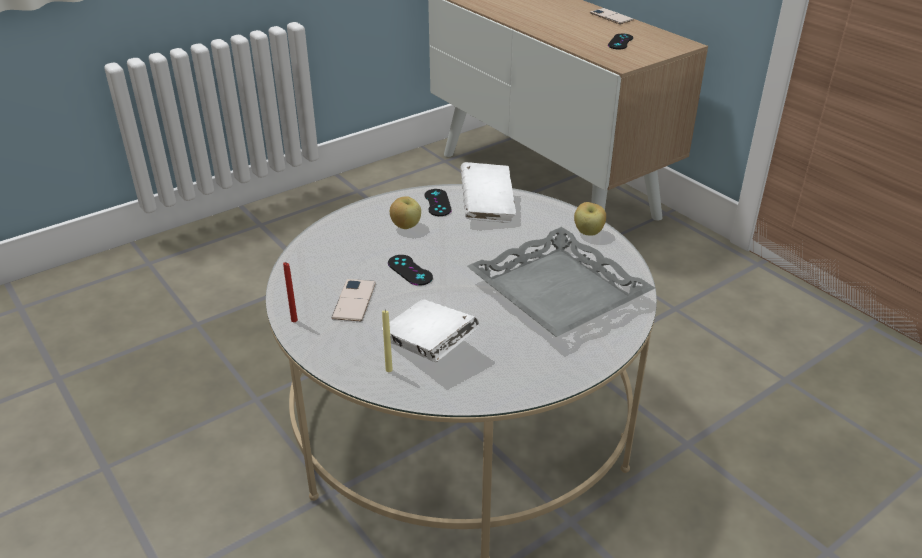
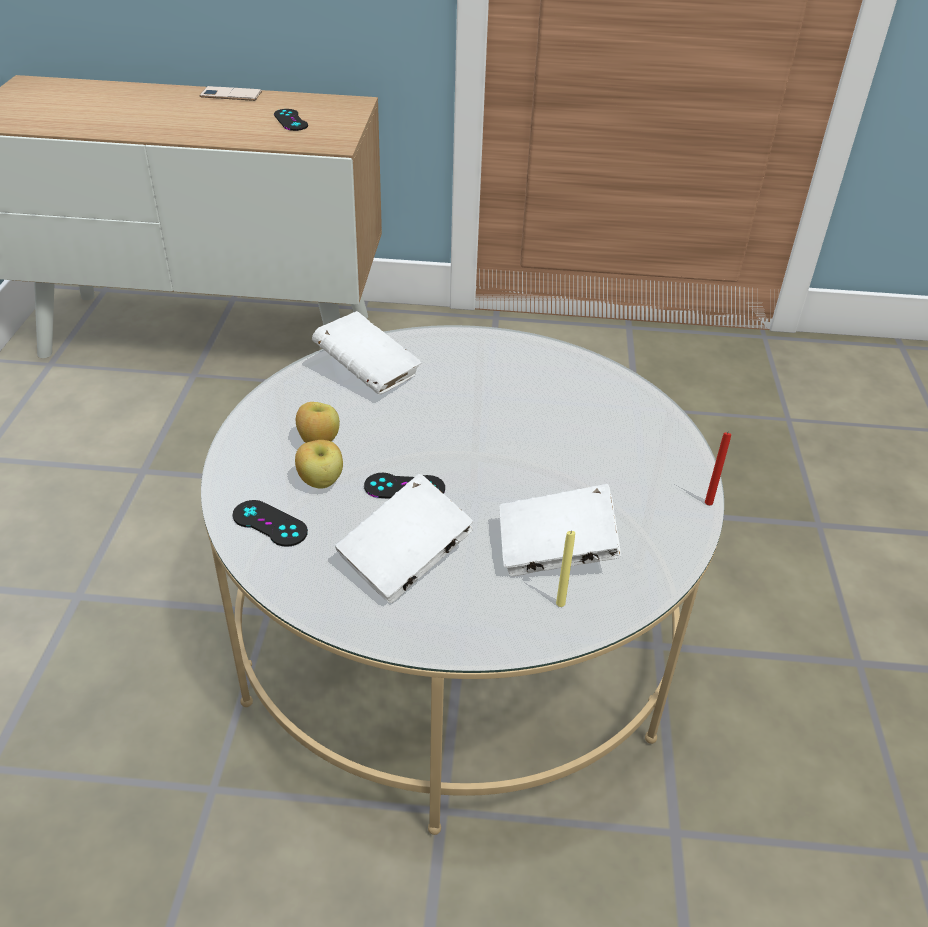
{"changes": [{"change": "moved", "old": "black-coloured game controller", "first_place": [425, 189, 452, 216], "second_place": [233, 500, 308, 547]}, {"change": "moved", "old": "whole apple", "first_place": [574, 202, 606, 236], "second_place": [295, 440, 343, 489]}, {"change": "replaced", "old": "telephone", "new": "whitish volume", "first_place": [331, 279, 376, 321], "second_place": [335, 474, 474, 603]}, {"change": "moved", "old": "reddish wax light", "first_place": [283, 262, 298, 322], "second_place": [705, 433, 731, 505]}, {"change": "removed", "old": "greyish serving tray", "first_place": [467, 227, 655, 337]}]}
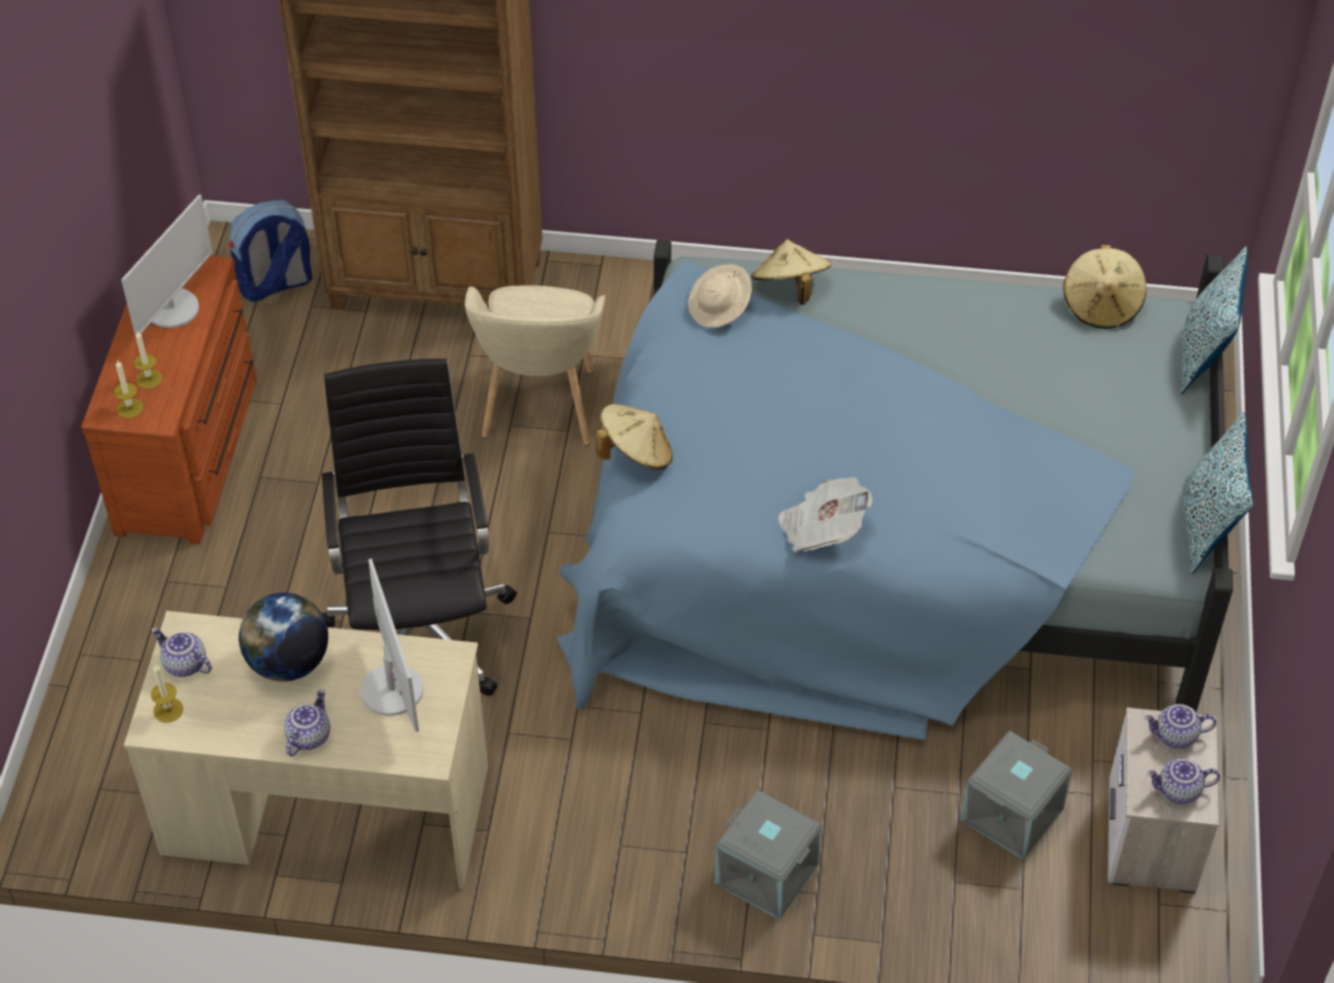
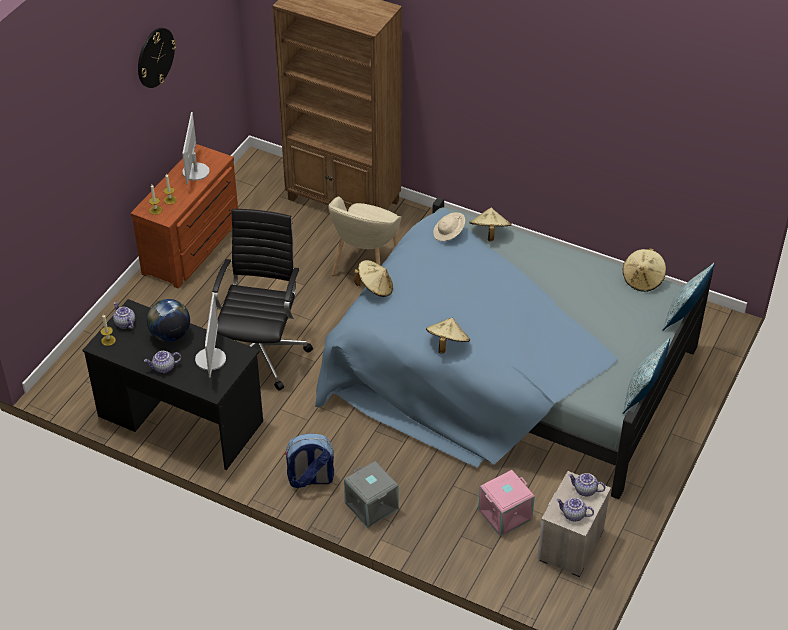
{"changes": [{"change": "recoloured", "old": "beige desk table", "new": "black-coloured desk table", "first_place": [124, 611, 488, 889], "second_place": [82, 299, 263, 470]}, {"change": "added", "new": "clock on the wall", "second_place": [138, 28, 176, 88]}, {"change": "turned", "old": "teapot", "first_place": [284, 689, 330, 756], "second_place": [144, 351, 181, 373], "degrees": -150}, {"change": "turned", "old": "monitor", "first_place": [121, 195, 213, 337], "second_place": [182, 112, 210, 184], "degrees": 135}, {"change": "moved", "old": "rucksack", "first_place": [229, 200, 312, 302], "second_place": [285, 433, 334, 488]}, {"change": "replaced", "old": "daily paper", "new": "beige clothing hat", "first_place": [778, 477, 873, 552], "second_place": [426, 318, 470, 354]}, {"change": "recoloured", "old": "greyish storage bin", "new": "pink-coloured storage bin", "first_place": [961, 730, 1073, 860], "second_place": [478, 470, 535, 537]}]}
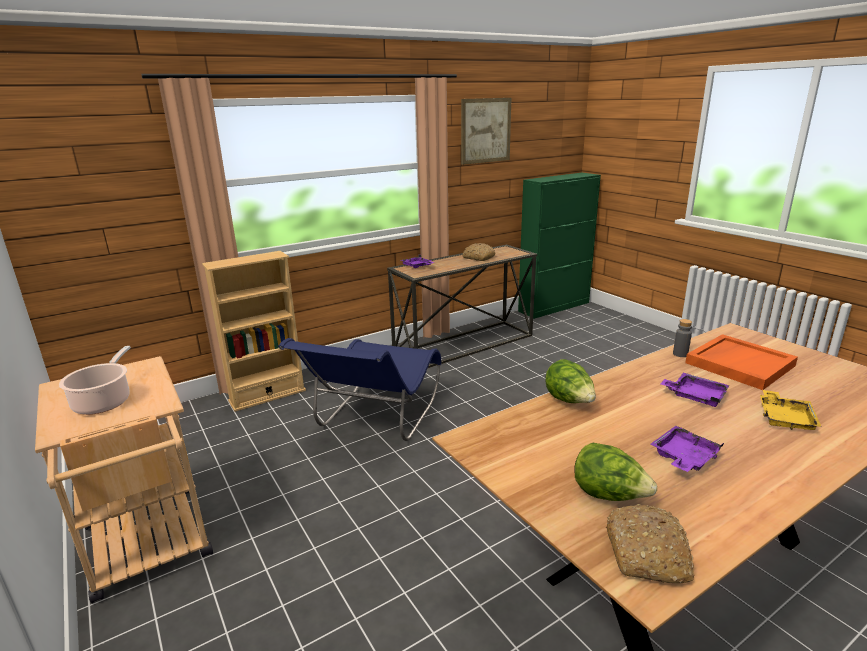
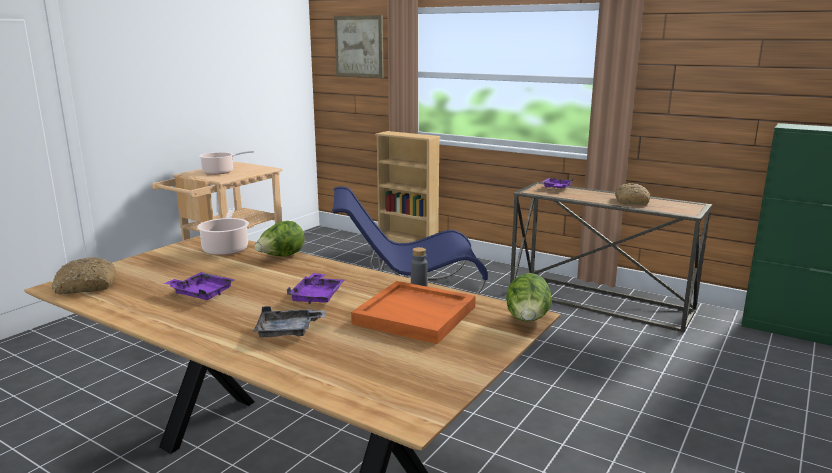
{"changes": [{"change": "added", "new": "stockpot", "second_place": [197, 208, 249, 255]}, {"change": "recoloured", "old": "yellow serving tray", "new": "greyish serving tray", "first_place": [760, 390, 821, 430], "second_place": [253, 306, 326, 337]}, {"change": "moved", "old": "wall art", "first_place": [461, 98, 511, 165], "second_place": [334, 15, 384, 78]}, {"change": "moved", "old": "lettuce head", "first_place": [574, 443, 657, 501], "second_place": [506, 273, 552, 321]}]}
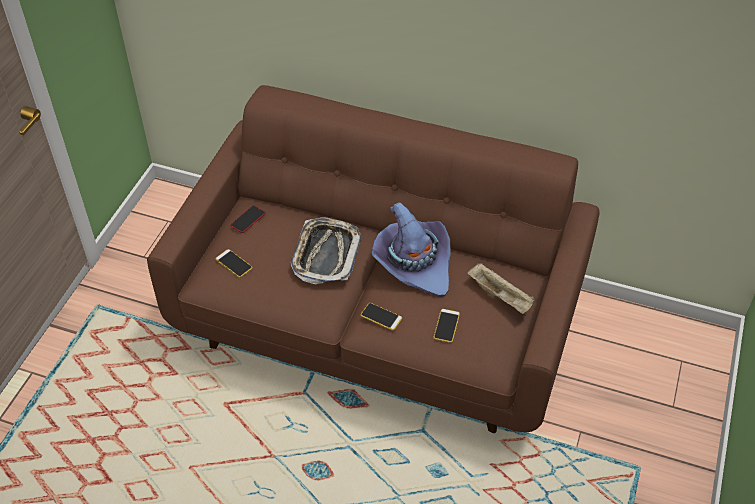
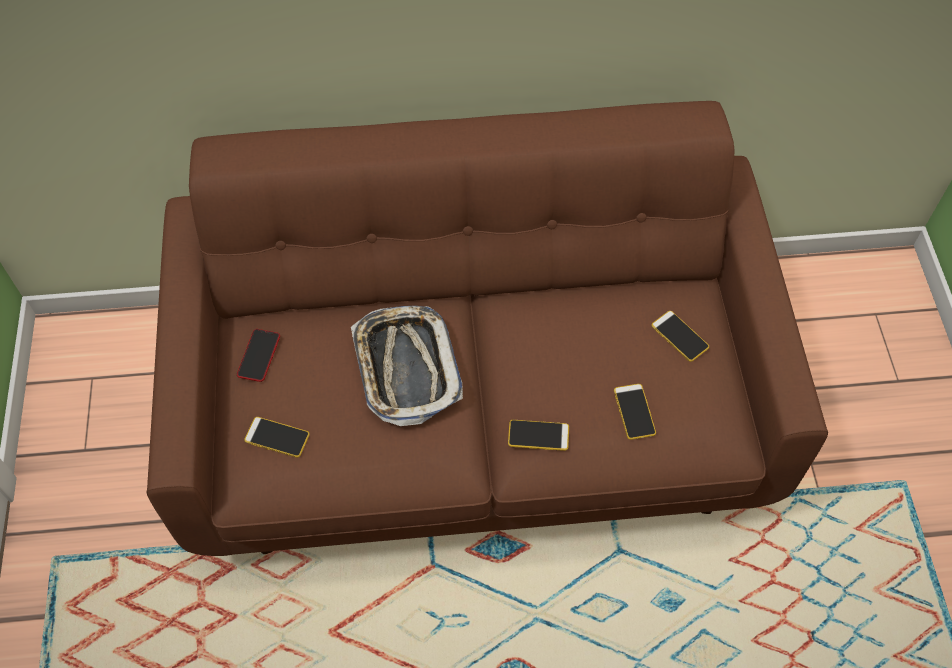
{"changes": [{"change": "replaced", "old": "beige serving tray", "new": "telephone", "first_place": [467, 263, 534, 314], "second_place": [652, 311, 709, 362]}, {"change": "removed", "old": "purple clothing hat", "first_place": [371, 202, 451, 297]}]}
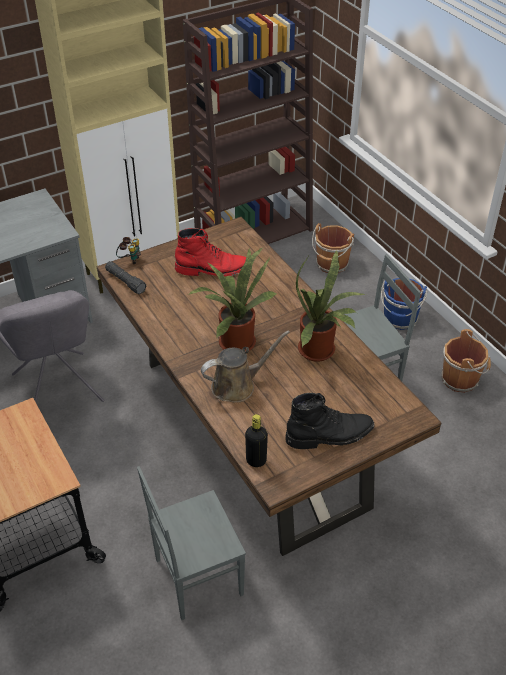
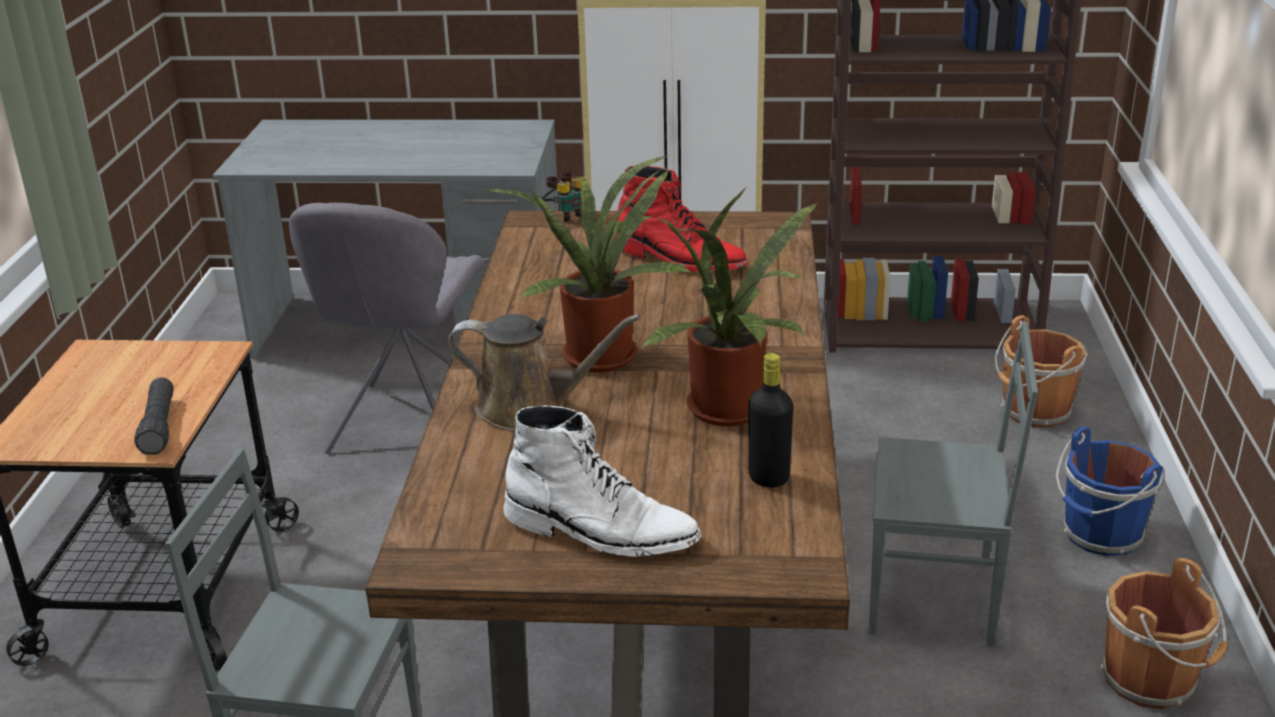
{"changes": [{"change": "moved", "old": "black-coloured flashlight", "first_place": [105, 261, 147, 294], "second_place": [134, 378, 174, 455]}, {"change": "recoloured", "old": "black-coloured high-top boot", "new": "whitish high-top boot", "first_place": [285, 393, 375, 449], "second_place": [503, 405, 702, 557]}, {"change": "moved", "old": "black-coloured bottle", "first_place": [245, 414, 268, 467], "second_place": [749, 353, 793, 487]}]}
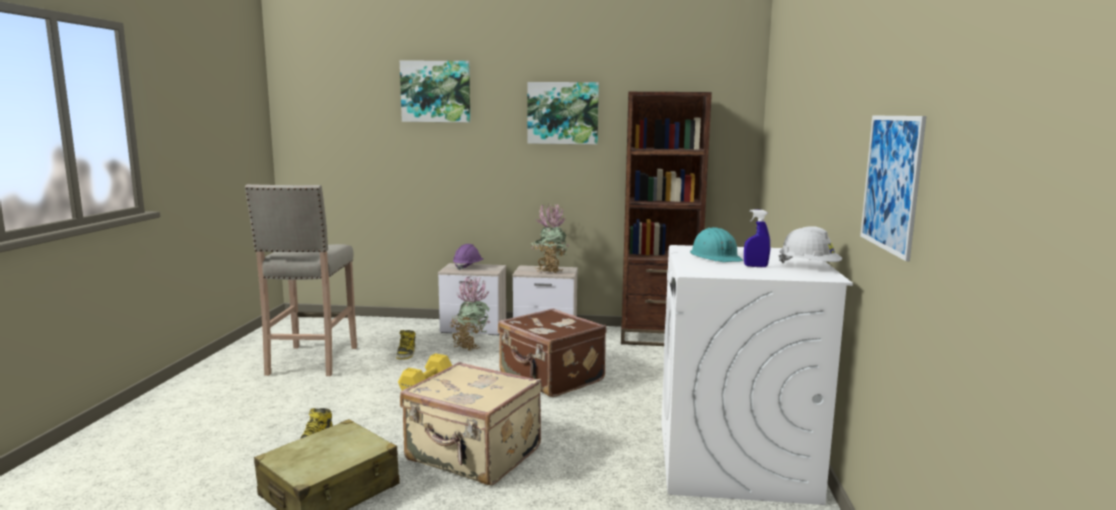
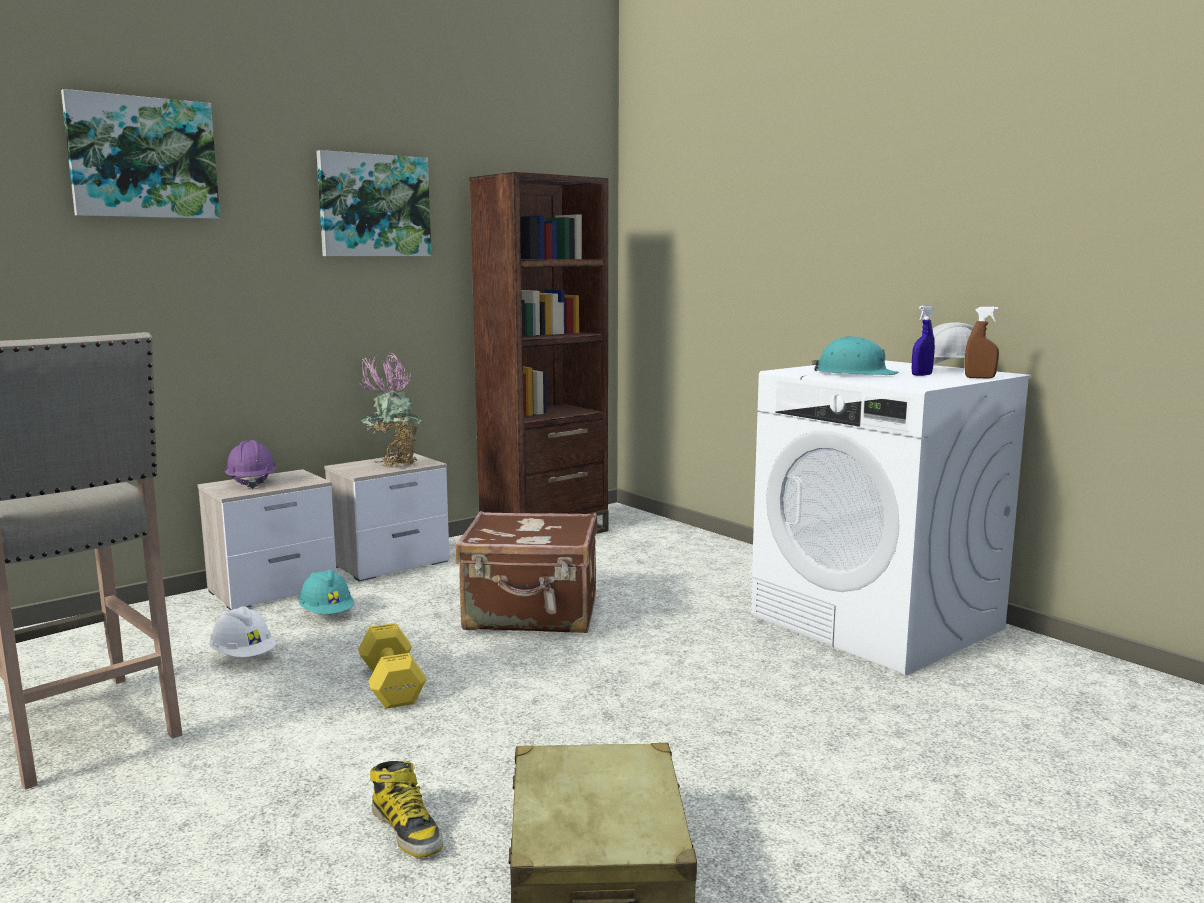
{"changes": [{"change": "replaced", "old": "high-top boot", "new": "whitish hard hat", "first_place": [396, 330, 416, 360], "second_place": [209, 606, 276, 657]}, {"change": "replaced", "old": "plant in a pot", "new": "blue-green hard hat", "first_place": [450, 276, 491, 351], "second_place": [299, 570, 354, 614]}, {"change": "added", "new": "brown hand sprayer", "second_place": [965, 307, 999, 379]}, {"change": "removed", "old": "beige piece of luggage", "first_place": [400, 362, 542, 485]}, {"change": "removed", "old": "wall art", "first_place": [860, 115, 926, 261]}]}
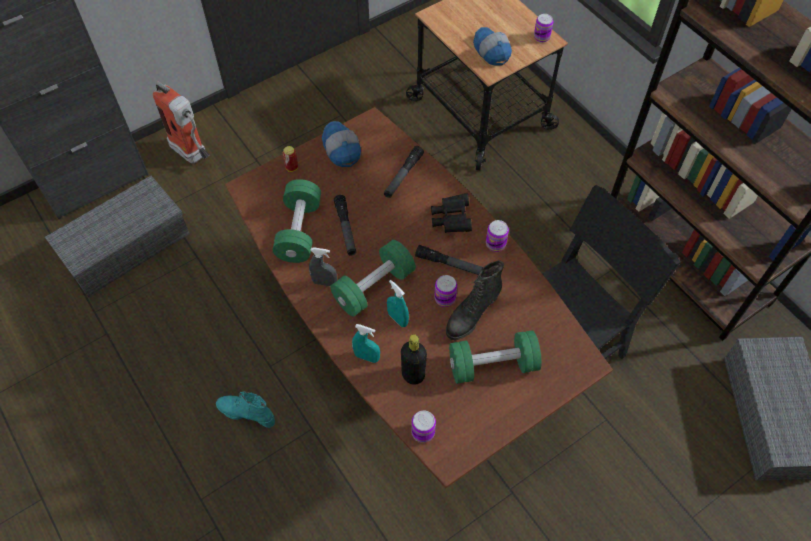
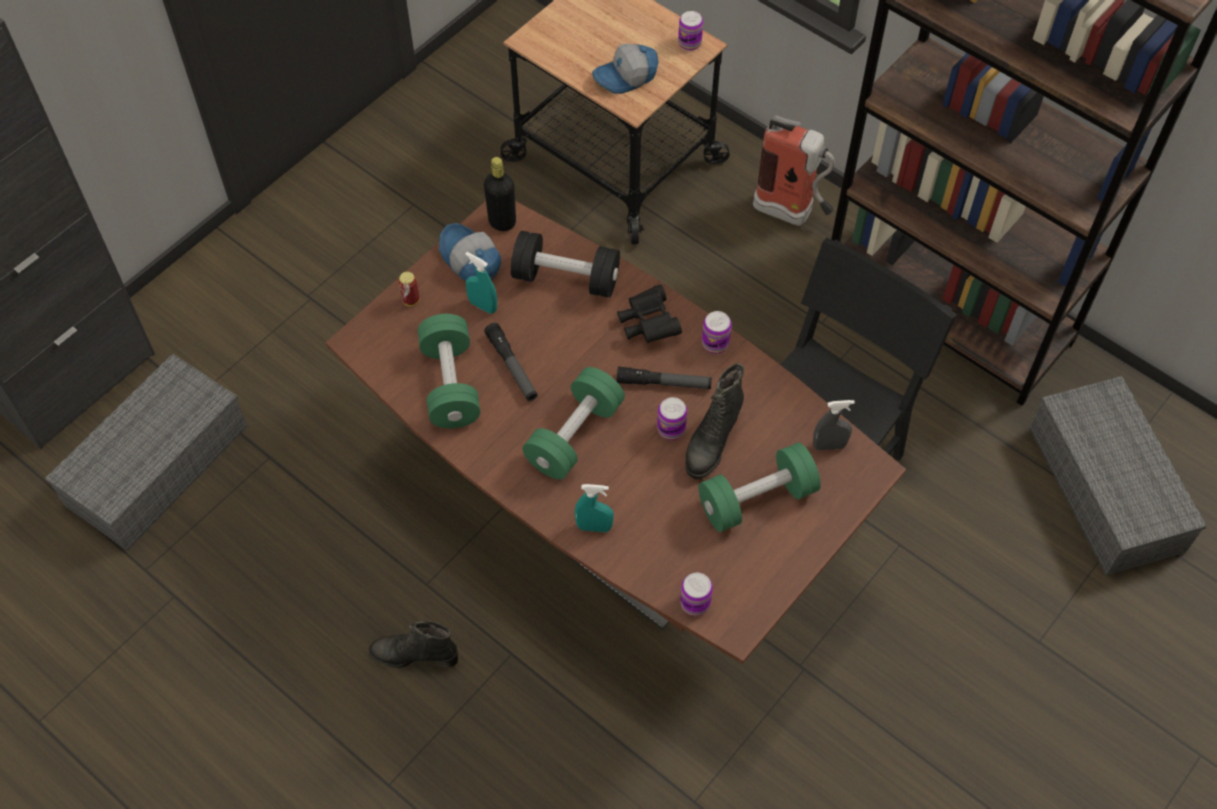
{"changes": [{"change": "recoloured", "old": "blue-green high-top boot", "new": "black-coloured high-top boot", "first_place": [216, 392, 275, 428], "second_place": [369, 621, 458, 668]}, {"change": "moved", "old": "blue-green hand sprayer", "first_place": [387, 280, 409, 327], "second_place": [465, 252, 497, 314]}, {"change": "moved", "old": "black-coloured bottle", "first_place": [401, 334, 427, 385], "second_place": [484, 157, 516, 231]}, {"change": "replaced", "old": "flashlight", "new": "black-coloured free weight", "first_place": [384, 146, 424, 198], "second_place": [511, 231, 620, 298]}, {"change": "turned", "old": "baseball cap", "first_place": [473, 27, 512, 66], "second_place": [592, 44, 659, 94], "degrees": -75}, {"change": "moved", "old": "fire extinguisher", "first_place": [153, 81, 210, 164], "second_place": [753, 116, 835, 226]}, {"change": "moved", "old": "greyish hand sprayer", "first_place": [309, 247, 337, 286], "second_place": [813, 400, 855, 450]}]}
